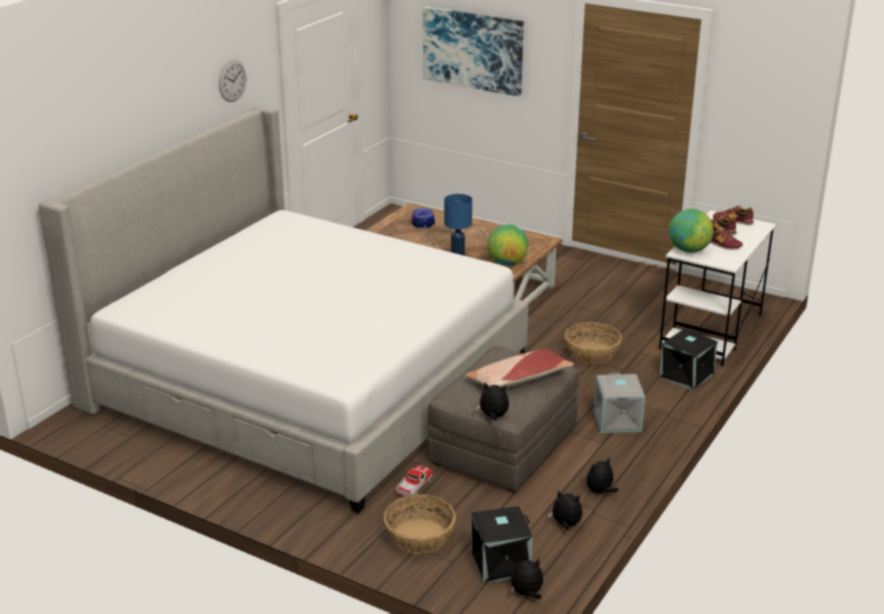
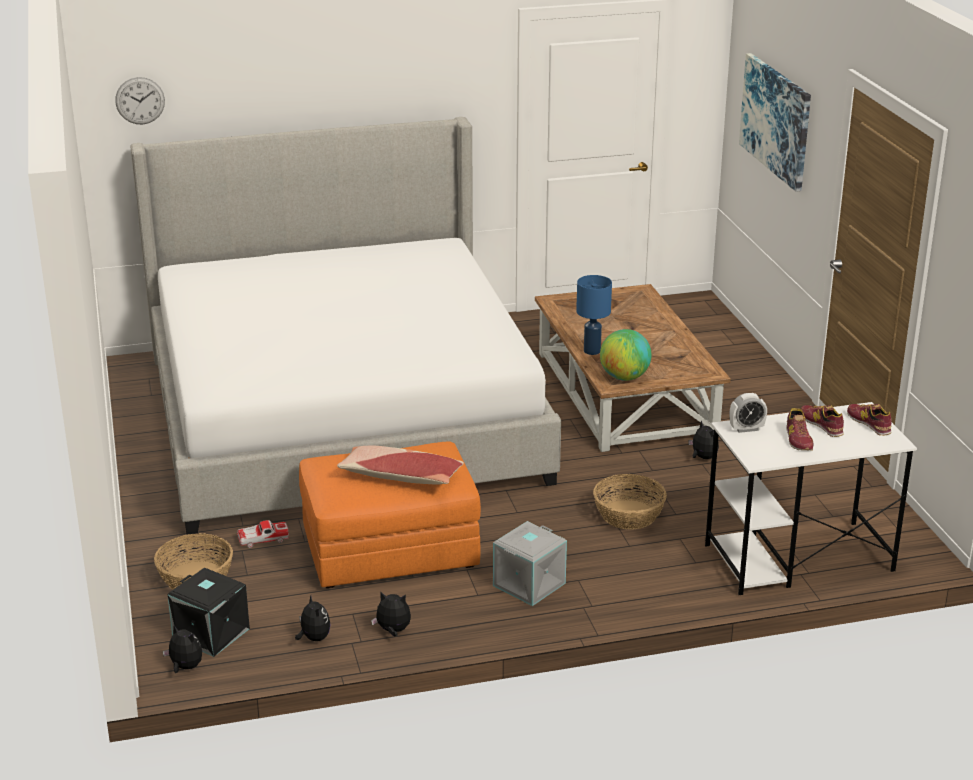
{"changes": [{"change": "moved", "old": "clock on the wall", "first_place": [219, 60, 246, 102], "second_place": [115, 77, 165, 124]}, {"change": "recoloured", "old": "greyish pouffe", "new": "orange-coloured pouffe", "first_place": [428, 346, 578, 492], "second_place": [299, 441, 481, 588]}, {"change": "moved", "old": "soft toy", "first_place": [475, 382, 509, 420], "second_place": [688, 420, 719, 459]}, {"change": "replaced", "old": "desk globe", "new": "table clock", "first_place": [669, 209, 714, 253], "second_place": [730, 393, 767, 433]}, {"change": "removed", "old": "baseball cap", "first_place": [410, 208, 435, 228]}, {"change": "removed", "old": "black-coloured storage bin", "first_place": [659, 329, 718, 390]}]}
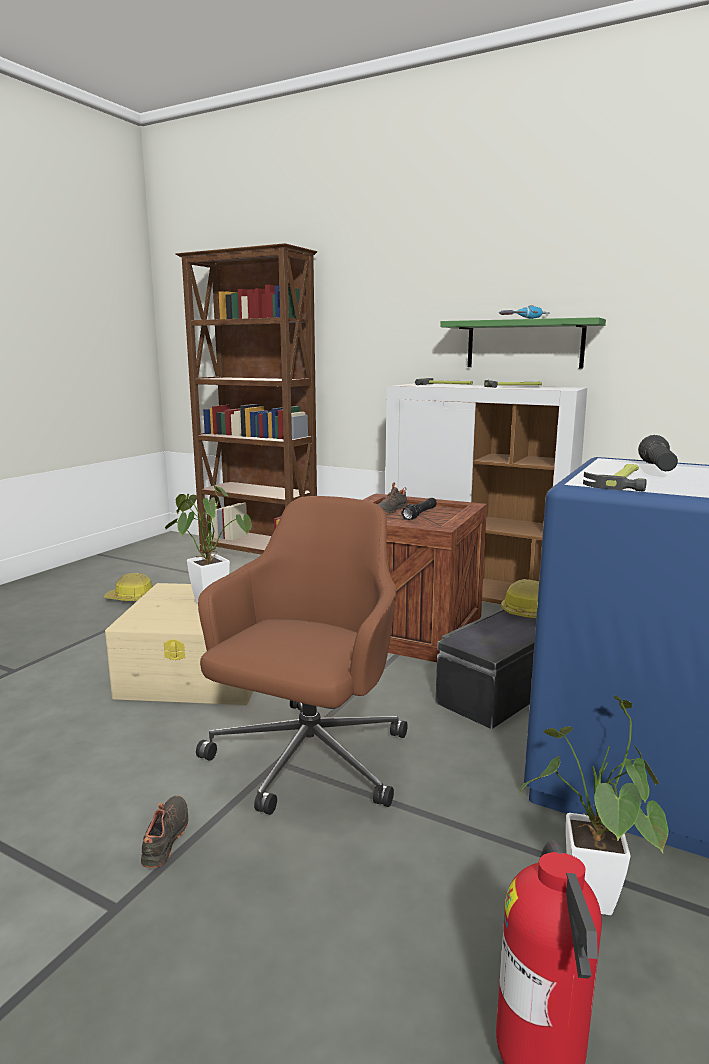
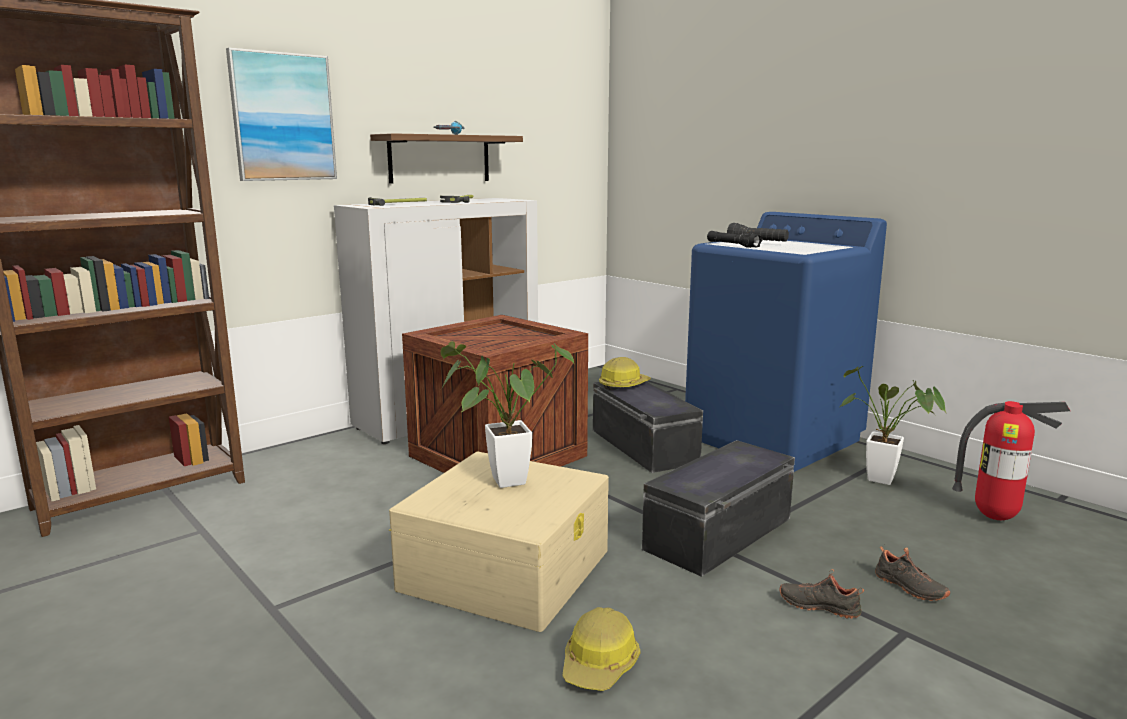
{"changes": [{"change": "added", "new": "wall art", "second_place": [226, 48, 337, 181]}, {"change": "recoloured", "old": "green-coloured bracket shelf", "new": "brown bracket shelf", "first_place": [440, 317, 606, 369], "second_place": [370, 133, 523, 184]}, {"change": "moved", "old": "hard hat", "first_place": [104, 573, 152, 601], "second_place": [562, 607, 640, 691]}, {"change": "replaced", "old": "brown desk chair", "new": "black-coloured storage bin", "first_place": [196, 496, 408, 815], "second_place": [642, 440, 795, 577]}, {"change": "moved", "old": "black-coloured flashlight", "first_place": [401, 498, 437, 520], "second_place": [707, 231, 762, 248]}, {"change": "moved", "old": "black-coloured low shoe", "first_place": [377, 483, 408, 514], "second_place": [875, 546, 950, 601]}, {"change": "removed", "old": "hammer", "first_place": [583, 464, 647, 492]}]}
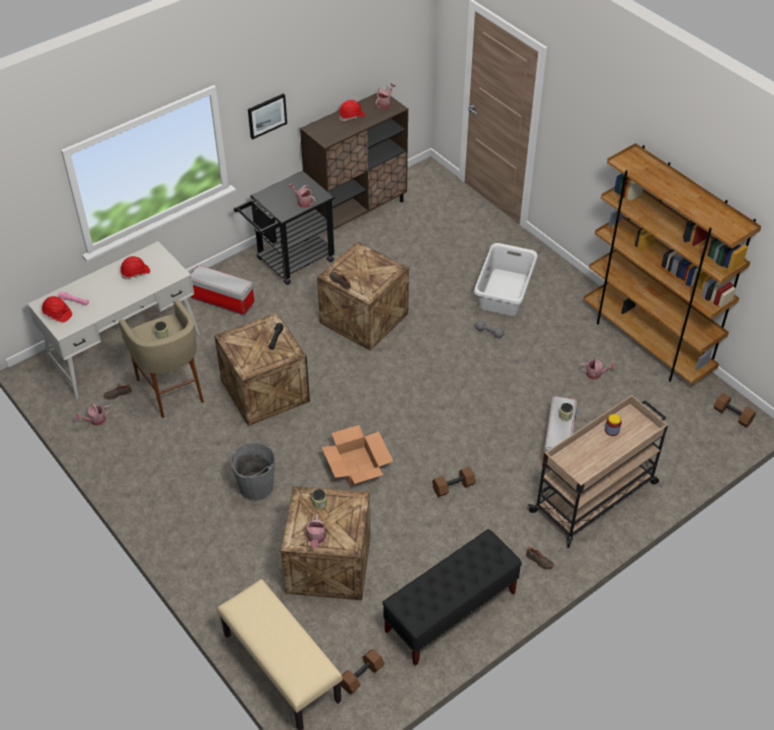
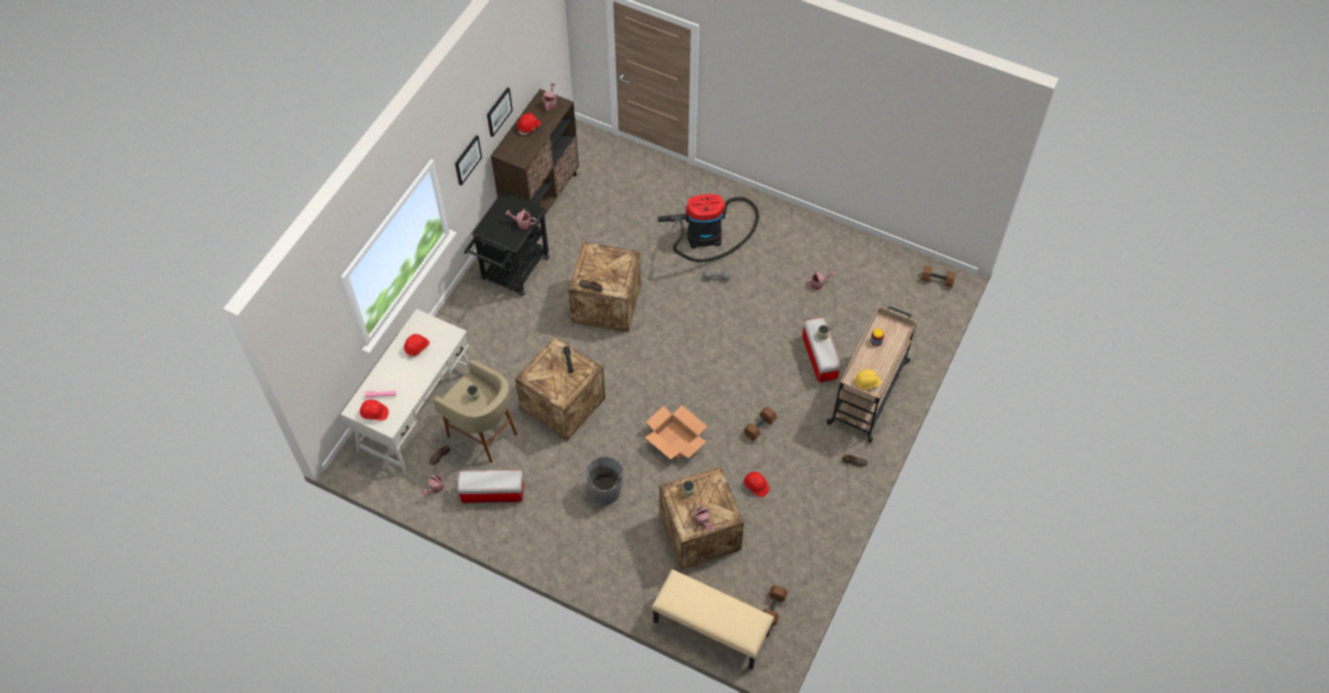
{"changes": [{"change": "moved", "old": "storage bin", "first_place": [191, 265, 254, 315], "second_place": [457, 470, 524, 503]}, {"change": "added", "new": "wall art", "second_place": [487, 87, 513, 137]}, {"change": "replaced", "old": "whitish hamper", "new": "vacuum cleaner", "first_place": [474, 243, 538, 316], "second_place": [658, 194, 759, 262]}, {"change": "added", "new": "reddish hard hat", "second_place": [744, 472, 769, 497]}, {"change": "added", "new": "yellow hard hat", "second_place": [854, 369, 881, 390]}, {"change": "removed", "old": "black-coloured indoor bench", "first_place": [383, 529, 522, 666]}, {"change": "removed", "old": "brown bookshelf", "first_place": [583, 143, 761, 385]}]}
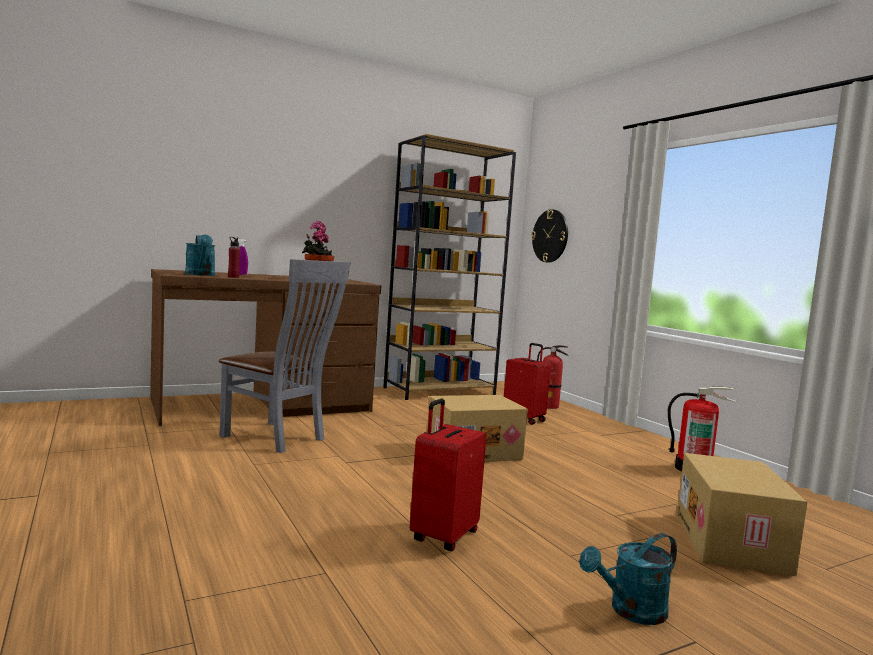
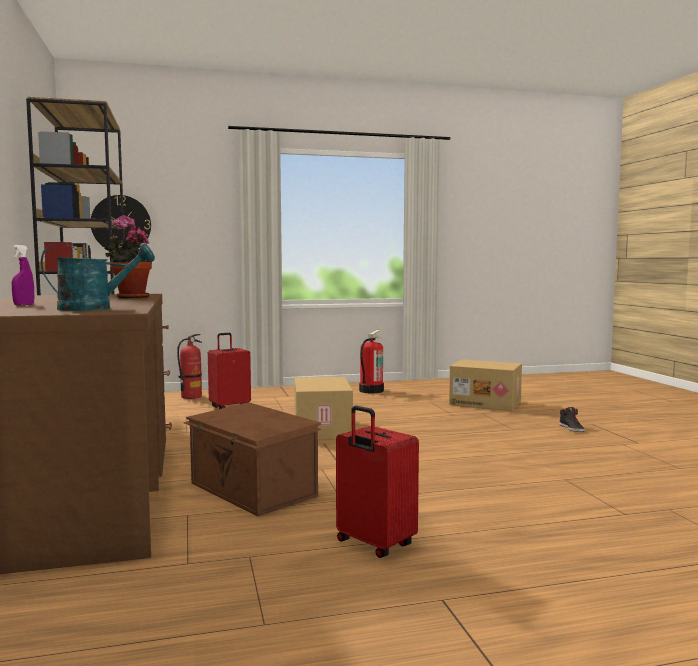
{"changes": [{"change": "replaced", "old": "greyish upright chair", "new": "brown storage bin", "first_place": [219, 259, 351, 453], "second_place": [183, 402, 321, 517]}, {"change": "moved", "old": "reddish piece of luggage", "first_place": [410, 399, 487, 552], "second_place": [336, 405, 419, 558]}, {"change": "replaced", "old": "blue-green watering can", "new": "black-coloured low shoe", "first_place": [579, 533, 677, 625], "second_place": [559, 407, 585, 432]}, {"change": "removed", "old": "reddish bottle", "first_place": [228, 237, 240, 278]}]}
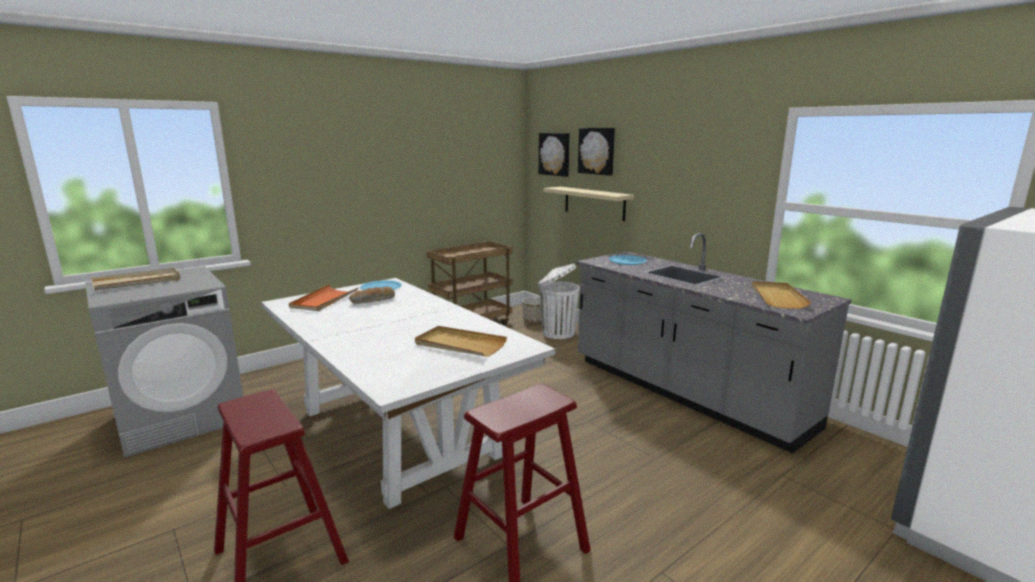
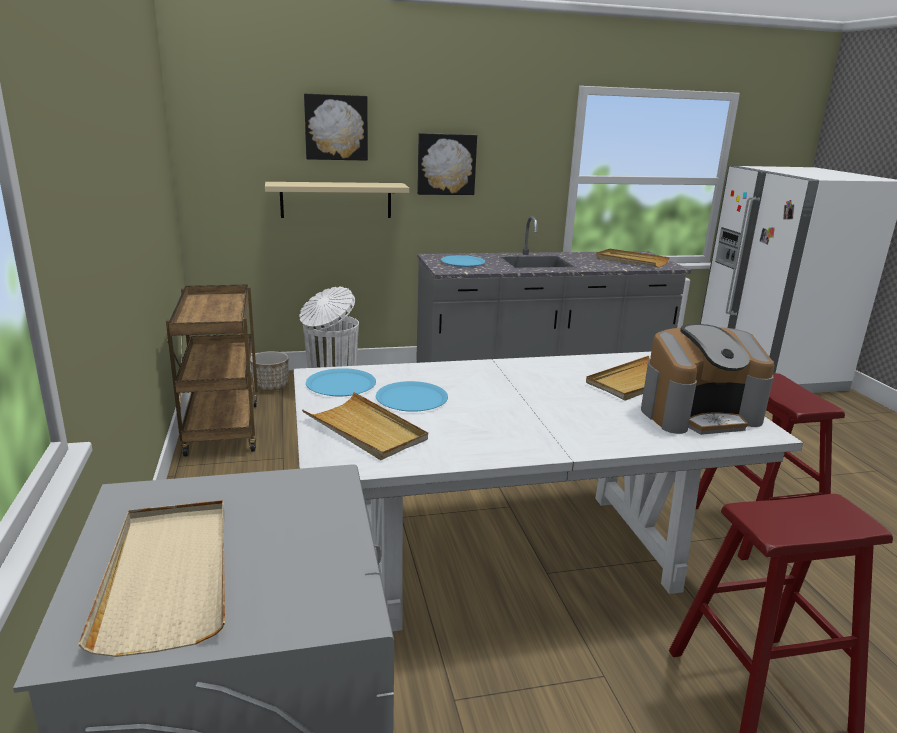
{"changes": [{"change": "recoloured", "old": "orange-coloured serving tray", "new": "beige serving tray", "first_place": [289, 285, 359, 311], "second_place": [302, 392, 428, 460]}, {"change": "replaced", "old": "bread", "new": "bluish plate", "first_place": [349, 287, 395, 304], "second_place": [376, 381, 448, 412]}, {"change": "moved", "old": "wall art", "first_place": [539, 133, 570, 177], "second_place": [417, 133, 477, 195]}, {"change": "added", "new": "coffee maker", "second_place": [641, 324, 775, 435]}]}
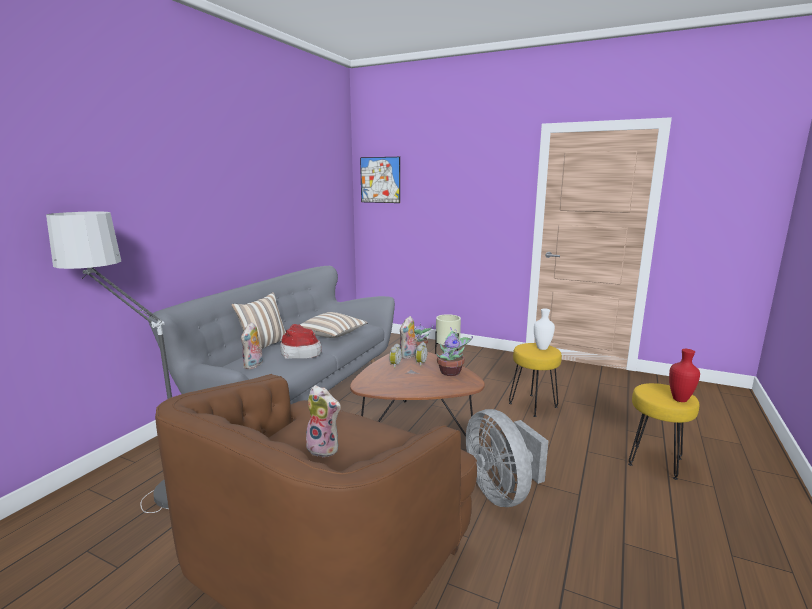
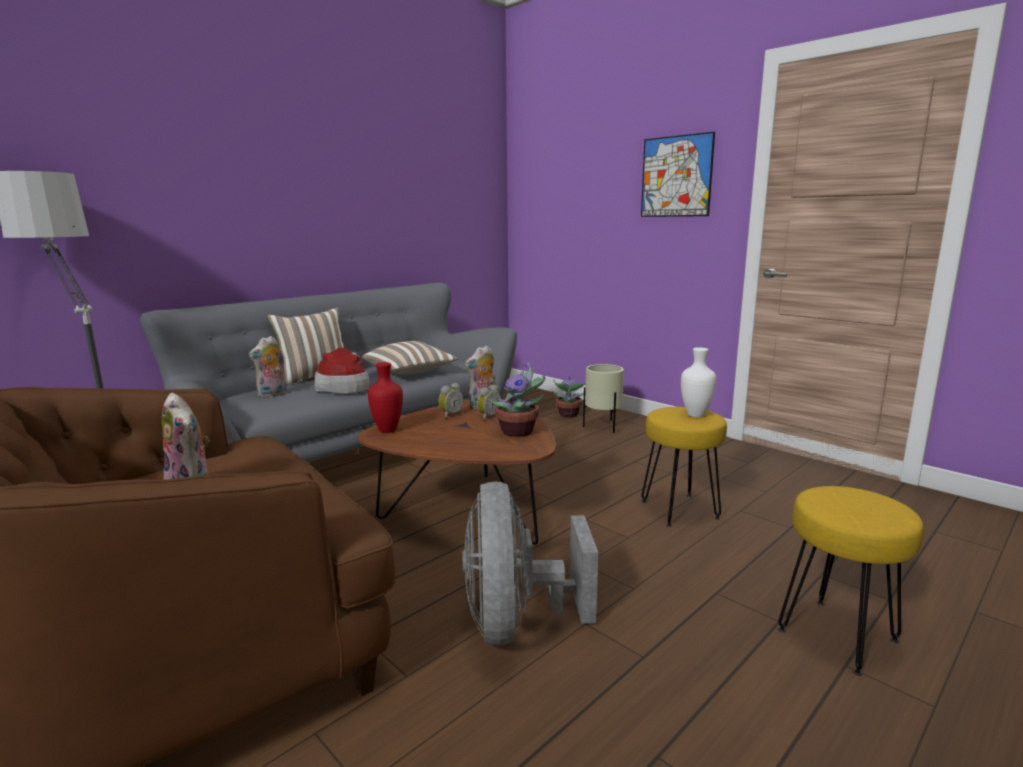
{"changes": [{"change": "moved", "old": "reddish flower vase", "first_place": [669, 349, 700, 402], "second_place": [368, 362, 403, 433]}, {"change": "moved", "old": "wall art", "first_place": [360, 157, 400, 203], "second_place": [641, 132, 715, 217]}]}
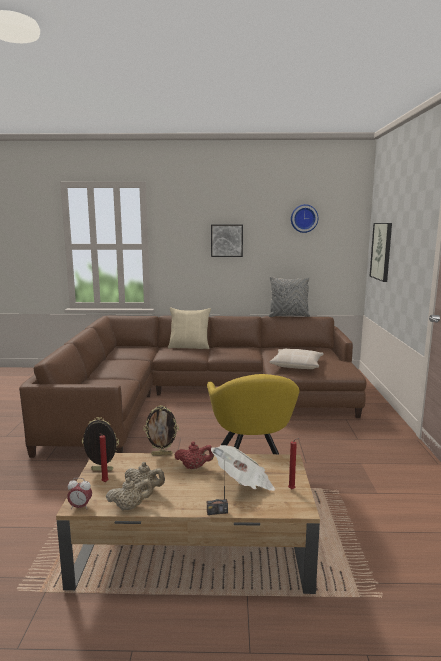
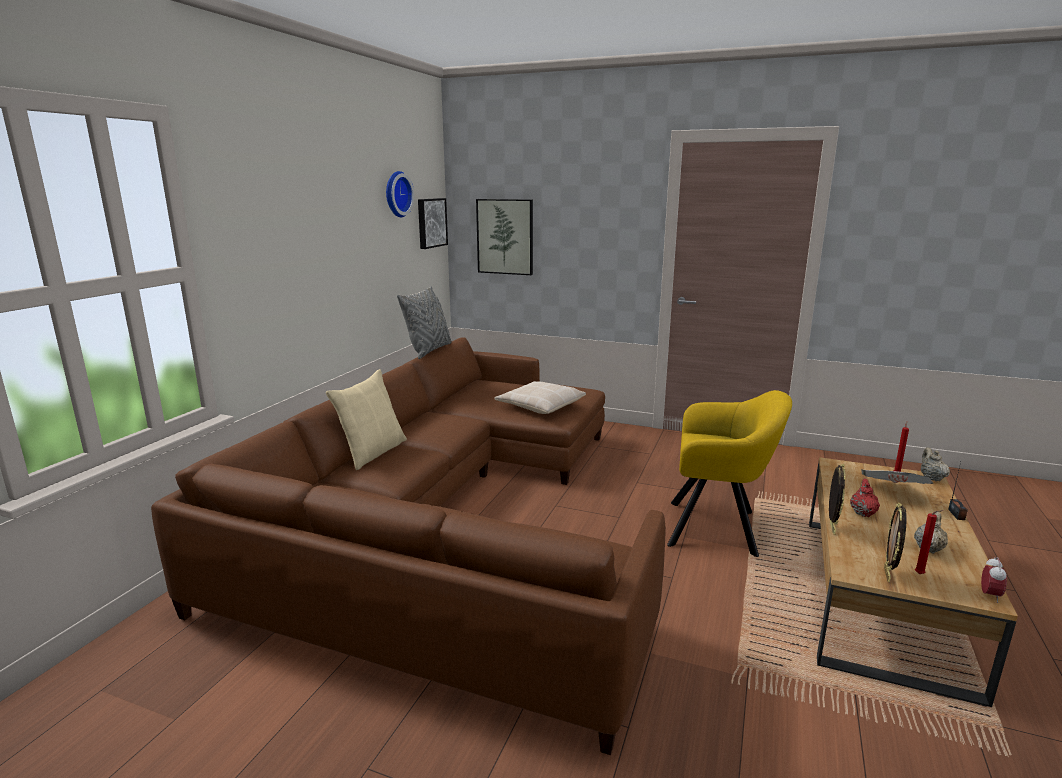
{"changes": [{"change": "moved", "old": "wall art", "first_place": [211, 225, 243, 257], "second_place": [418, 198, 448, 249]}, {"change": "moved", "old": "beige teapot", "first_place": [106, 477, 153, 510], "second_place": [921, 447, 950, 481]}]}
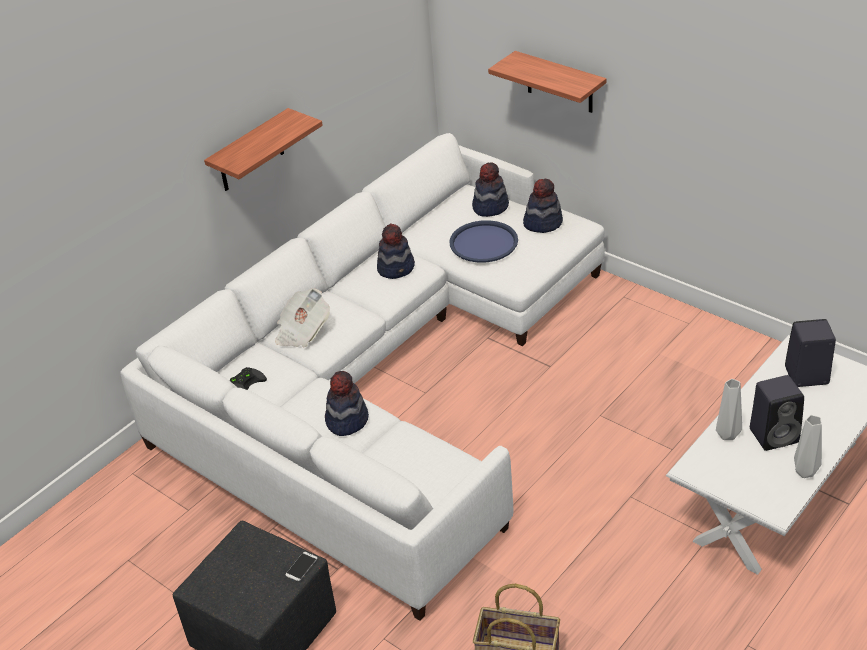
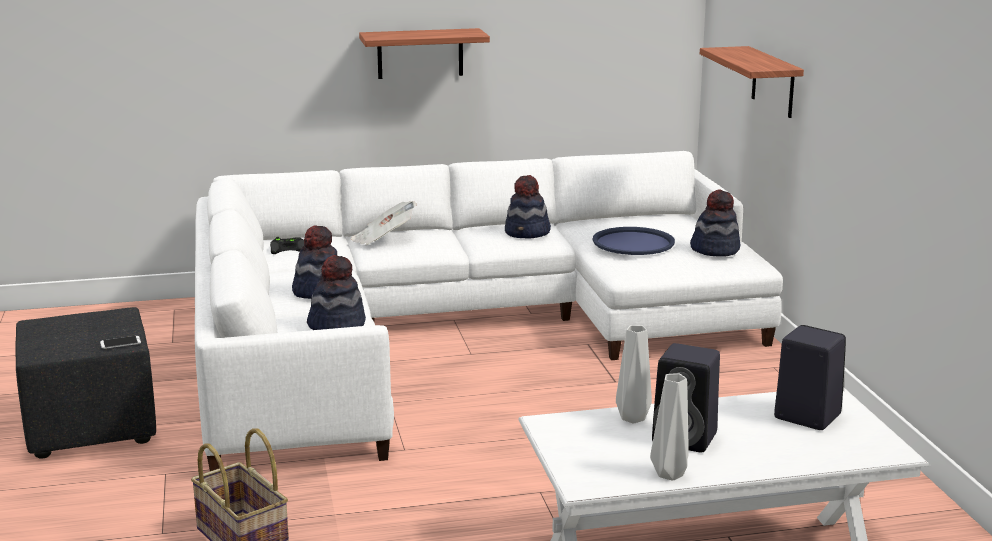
{"changes": [{"change": "moved", "old": "clothing hat", "first_place": [472, 162, 509, 217], "second_place": [307, 255, 366, 330]}]}
